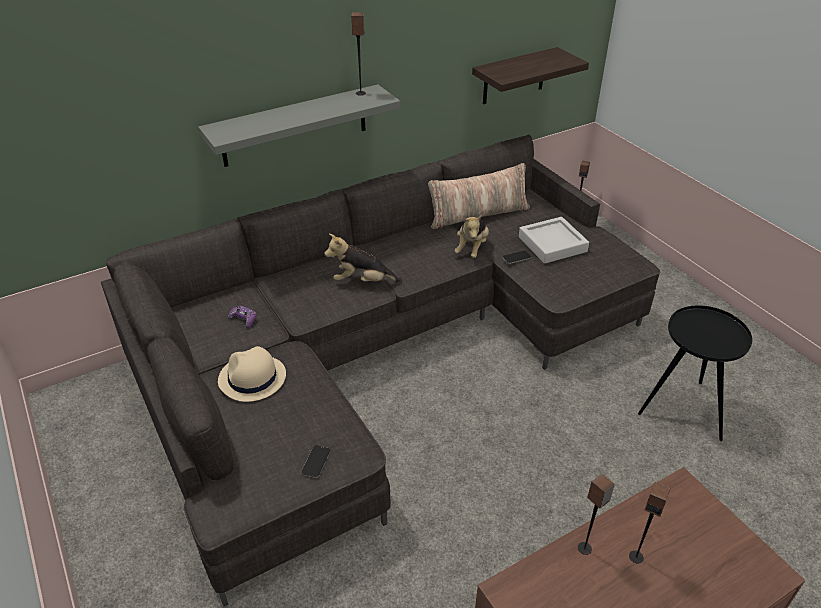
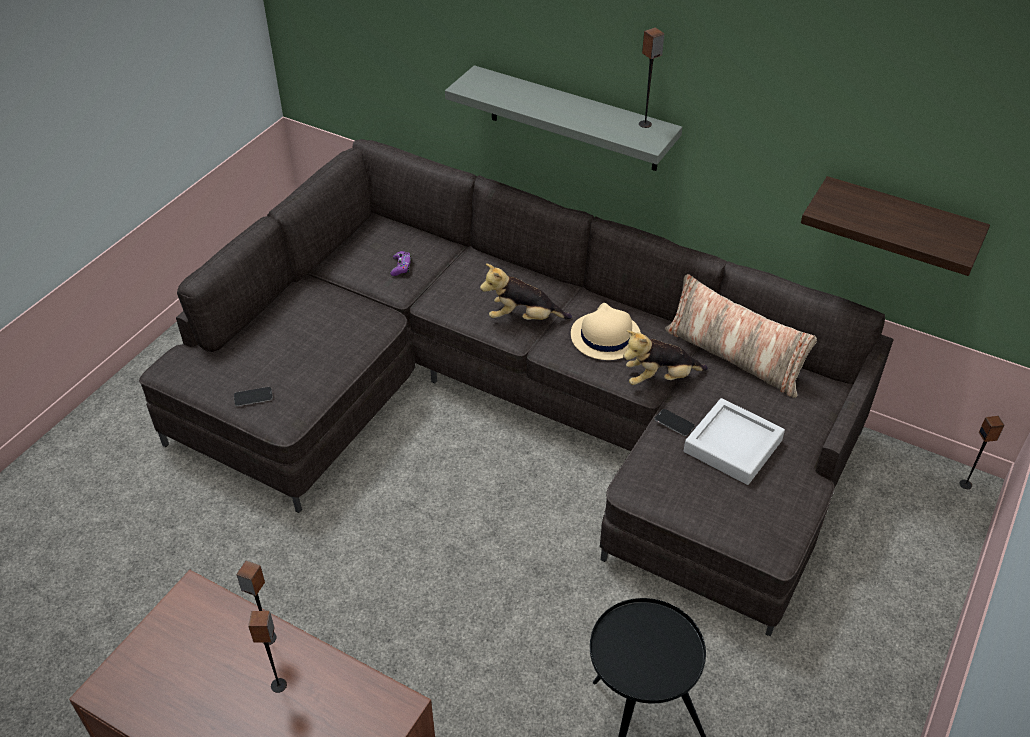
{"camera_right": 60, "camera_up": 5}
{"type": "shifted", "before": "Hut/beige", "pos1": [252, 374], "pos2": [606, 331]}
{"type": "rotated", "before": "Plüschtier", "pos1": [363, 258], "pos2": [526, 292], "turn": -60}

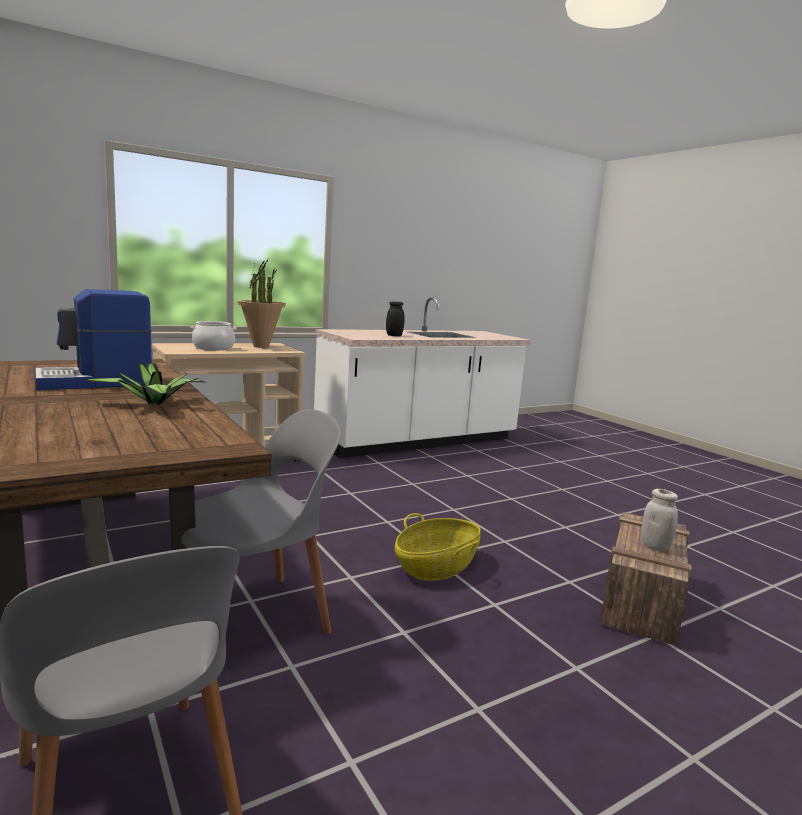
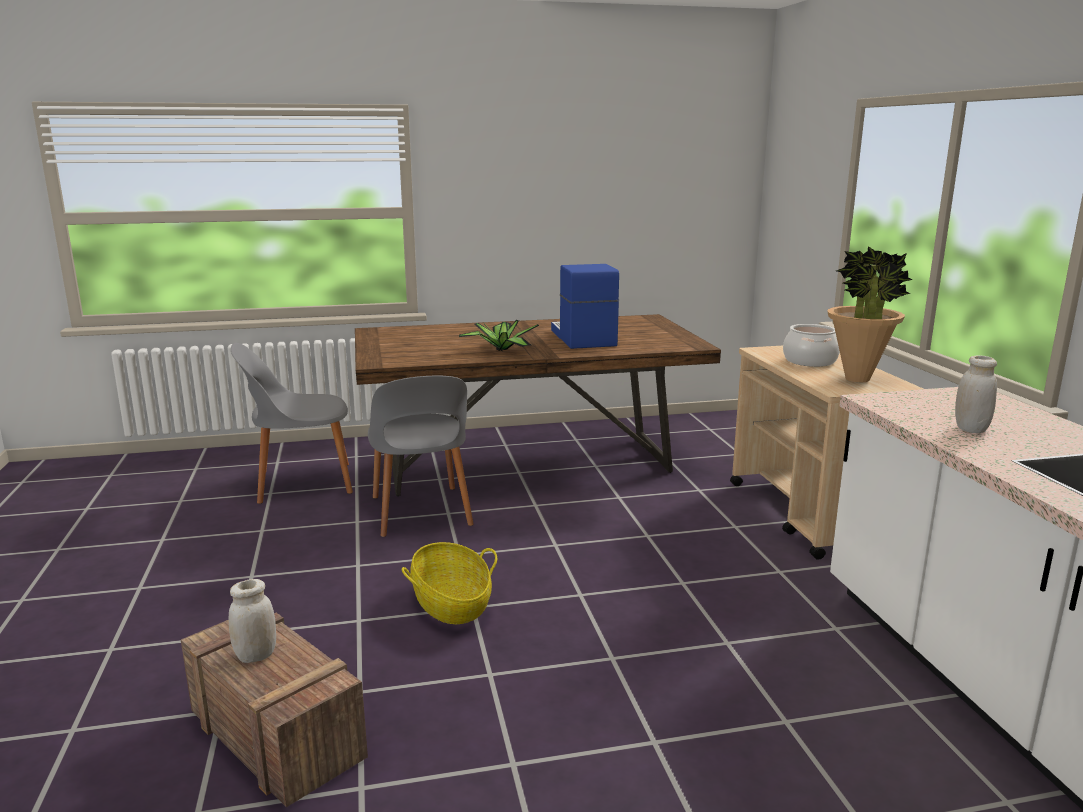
{"camera_right": 110, "camera_up": 5}
{"type": "repainted", "before": "Vorratsglas/schwarz", "after": "Vorratsglas/weiß", "pos1": [395, 319], "pos2": [976, 394]}

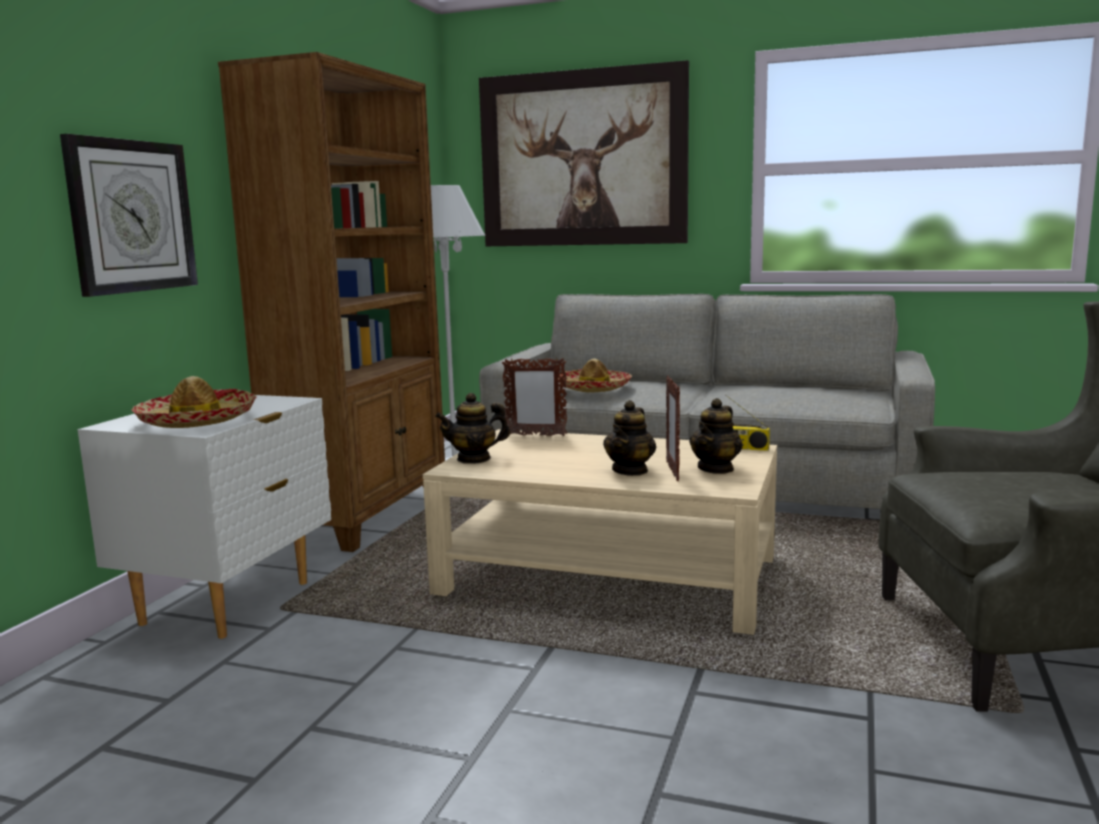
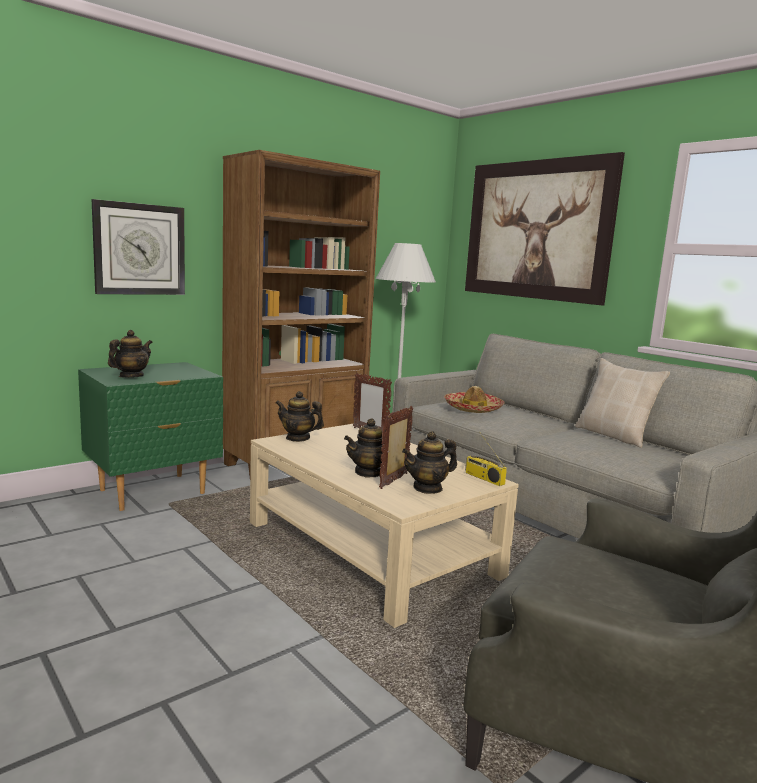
{"camera_right": 30, "camera_up": 0}
{"type": "new", "after": "Kissen/beige", "pos2": [622, 403]}
{"type": "swapped", "before": "Hut", "after": "Teekanne", "pos1": [194, 402], "pos2": [130, 354]}
{"type": "repainted", "before": "Nachttisch/weiß", "after": "Nachttisch/grün", "pos1": [204, 517], "pos2": [150, 436]}

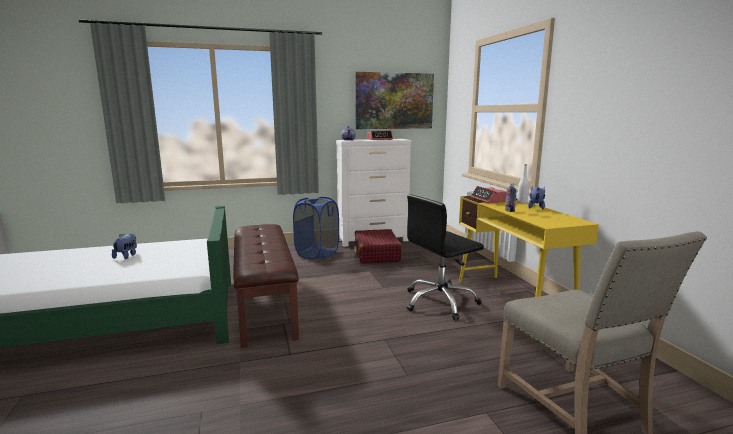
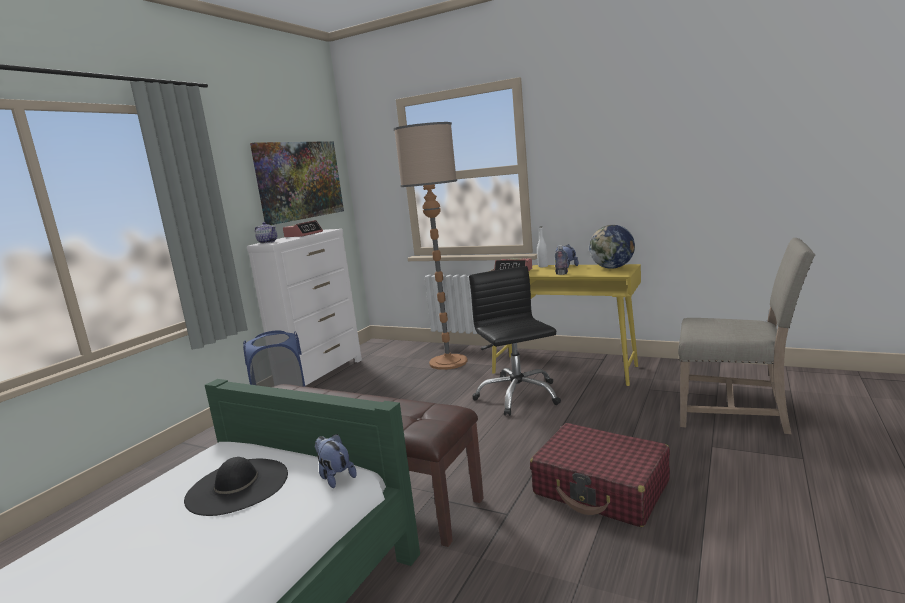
{"camera_right": -45, "camera_up": 0}
{"type": "new", "after": "Hut/schwarz", "pos2": [236, 486]}
{"type": "new", "after": "Stehlampe", "pos2": [431, 246]}
{"type": "new", "after": "Globus", "pos2": [612, 247]}
{"type": "shifted", "before": "Plüschtier", "pos1": [124, 246], "pos2": [336, 461]}
{"type": "shifted", "before": "Koffer/rot", "pos1": [378, 246], "pos2": [600, 475]}
{"type": "rotated", "before": "Bürostuhl/schwarz", "pos1": [445, 257], "pos2": [515, 341], "turn": 150}

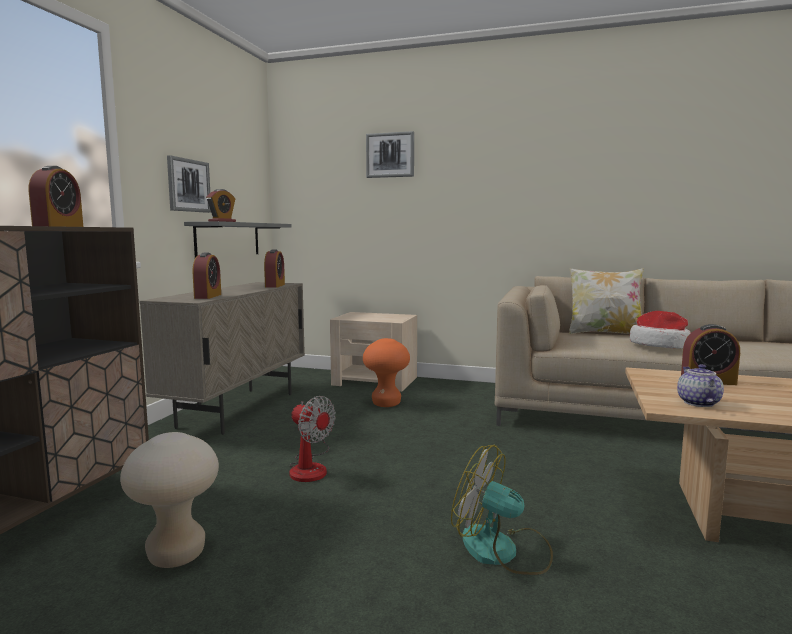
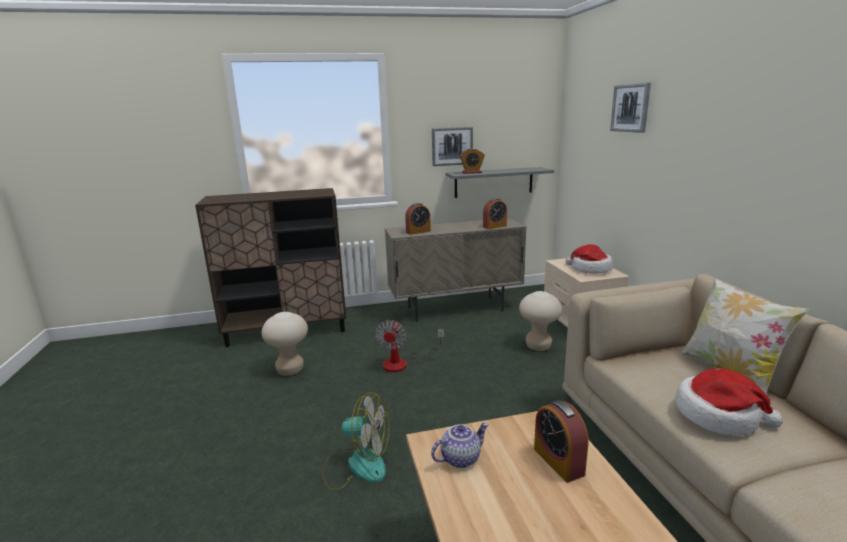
{"camera_right": 60, "camera_up": 10}
{"type": "gone", "before": "Wecker", "pos1": [56, 196]}
{"type": "new", "after": "Hut", "pos2": [589, 259]}
{"type": "repainted", "before": "Hocker/orange", "after": "Hocker/beige", "pos1": [386, 372], "pos2": [540, 321]}
{"type": "rotated", "before": "Ventilator", "pos1": [502, 510], "pos2": [356, 441], "turn": 105}

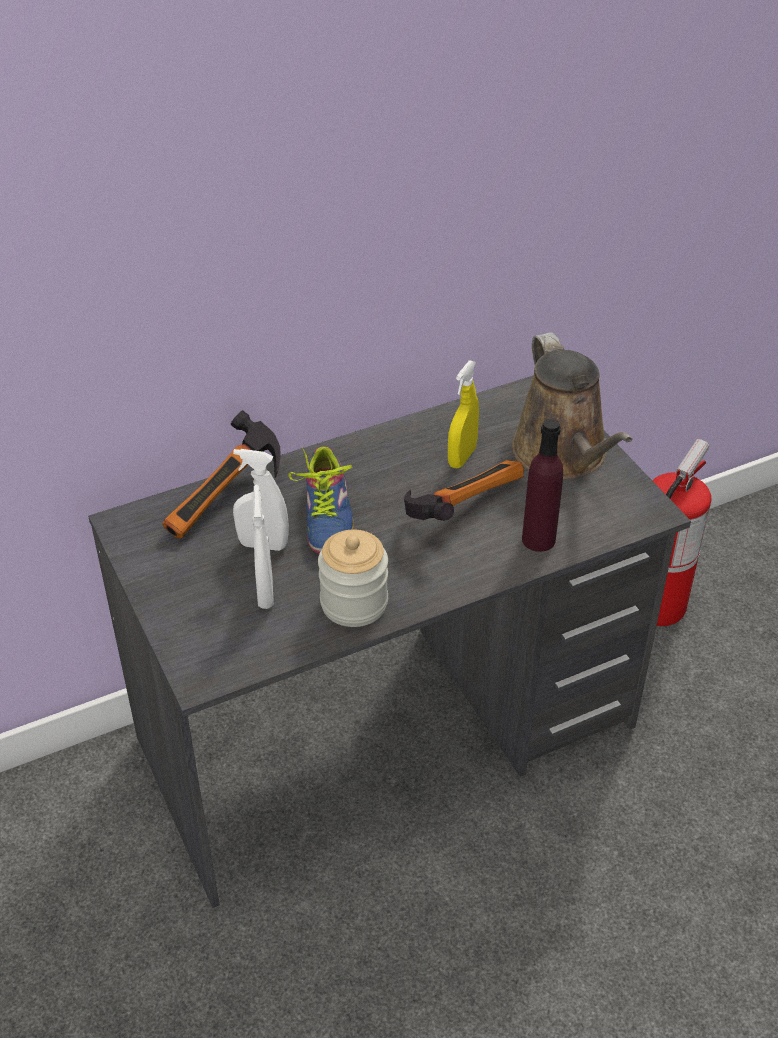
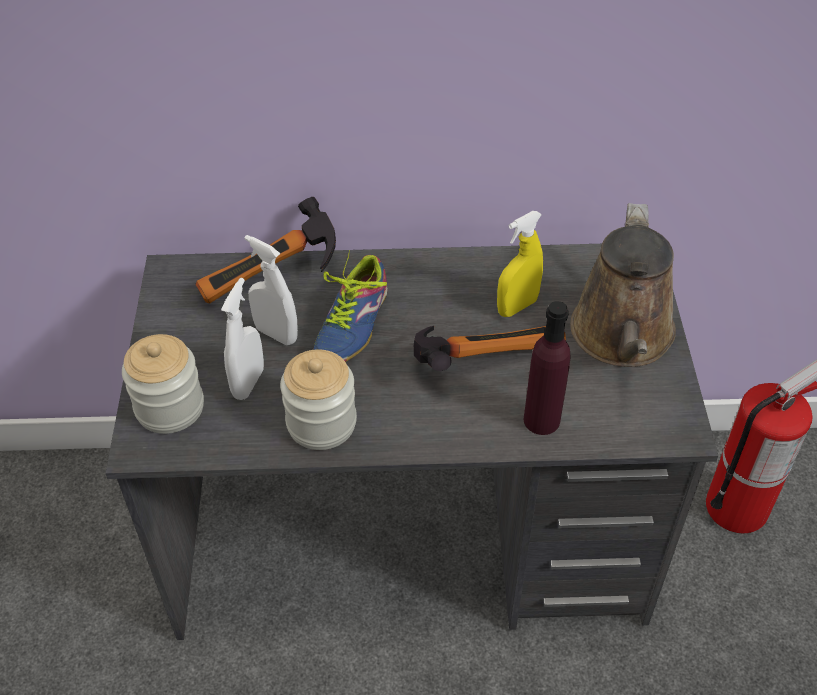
{"camera_right": 25, "camera_up": 5}
{"type": "new", "after": "Vorratsglas", "pos2": [163, 384]}

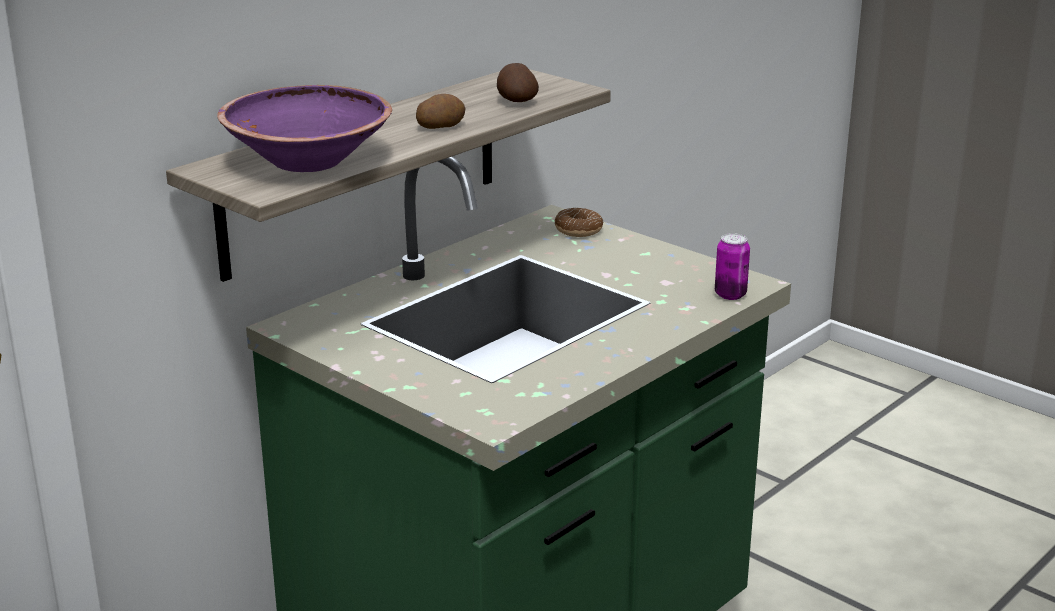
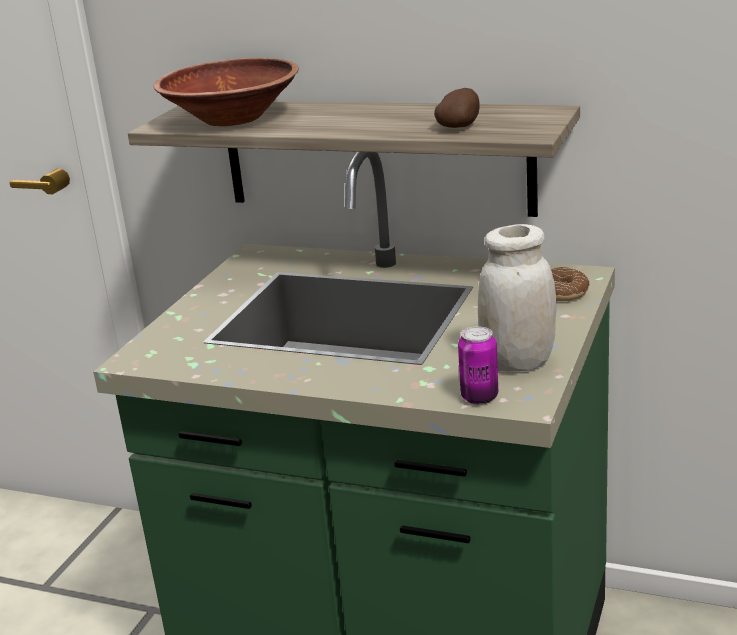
{"camera_right": 70, "camera_up": 0}
{"type": "gone", "before": "Kartoffel", "pos1": [441, 111]}
{"type": "new", "after": "Vorratsglas/weiß", "pos2": [517, 298]}
{"type": "repainted", "before": "Schüssel/lila", "after": "Schüssel/braun", "pos1": [304, 128], "pos2": [226, 92]}

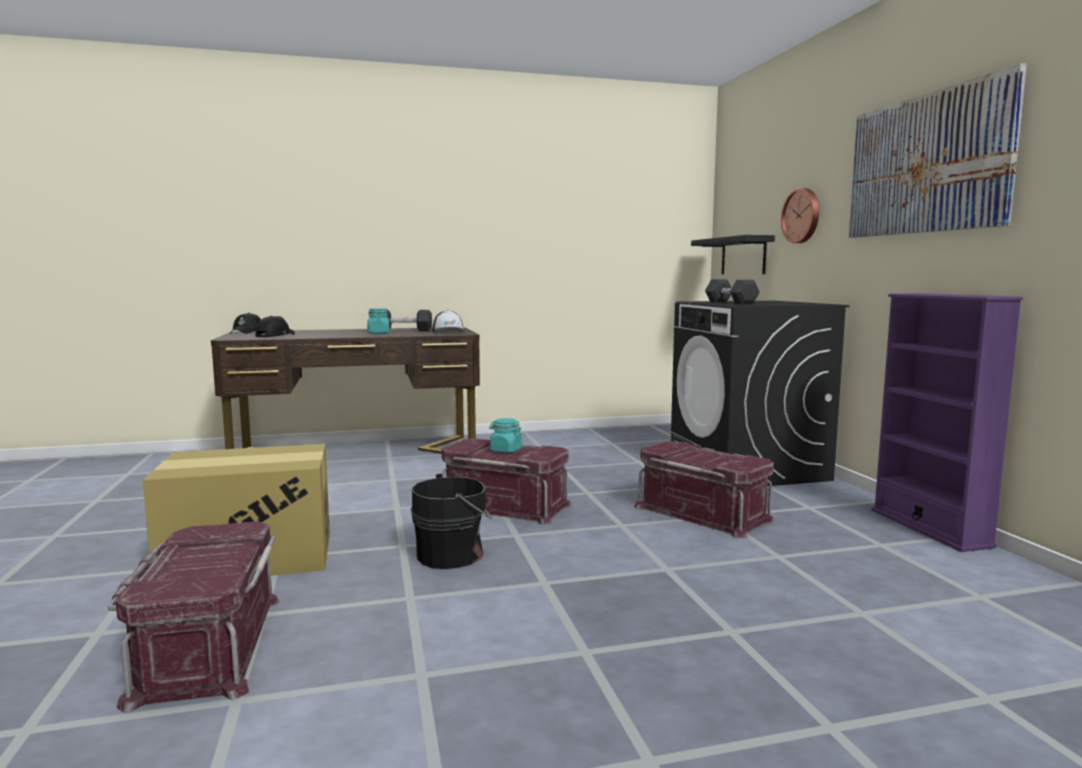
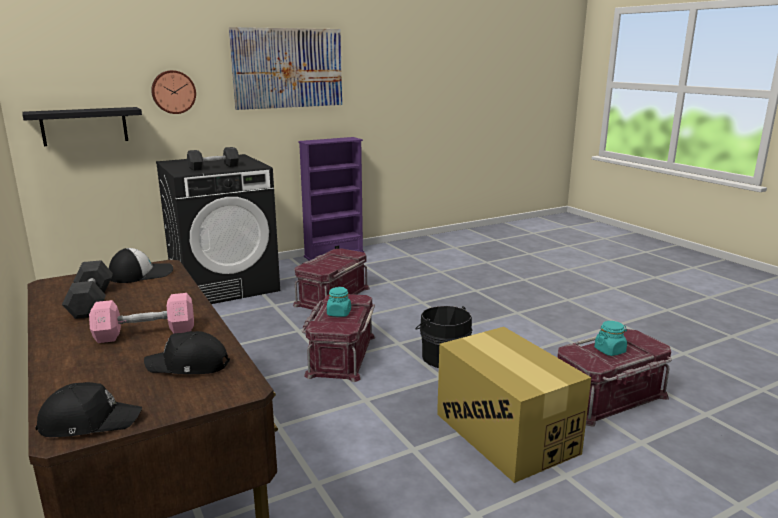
{"camera_right": -105, "camera_up": 10}
{"type": "new", "after": "Hantel/rosa", "pos2": [141, 318]}
{"type": "shifted", "before": "Vorratsglas/türkis", "pos1": [378, 321], "pos2": [610, 338]}

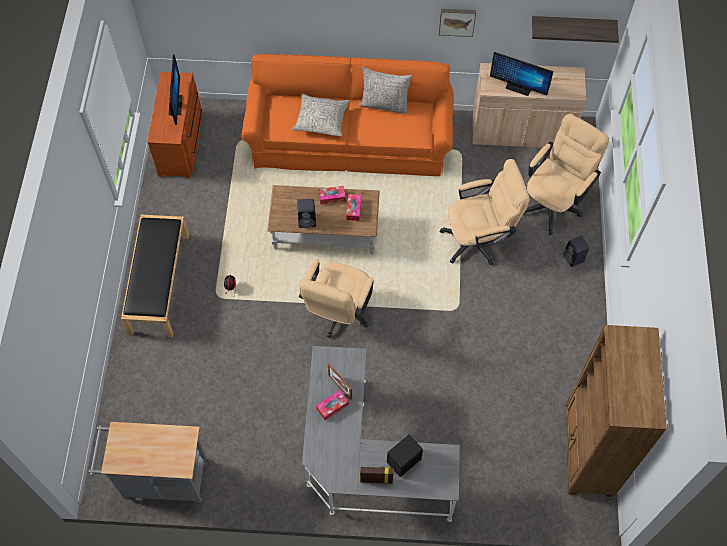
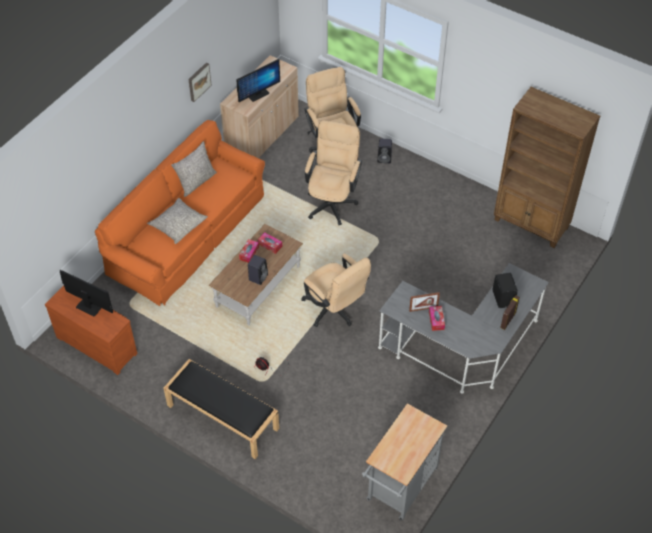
{"camera_right": -60, "camera_up": -10}
{"type": "gone", "before": "Wandregal", "pos1": [575, 29]}

